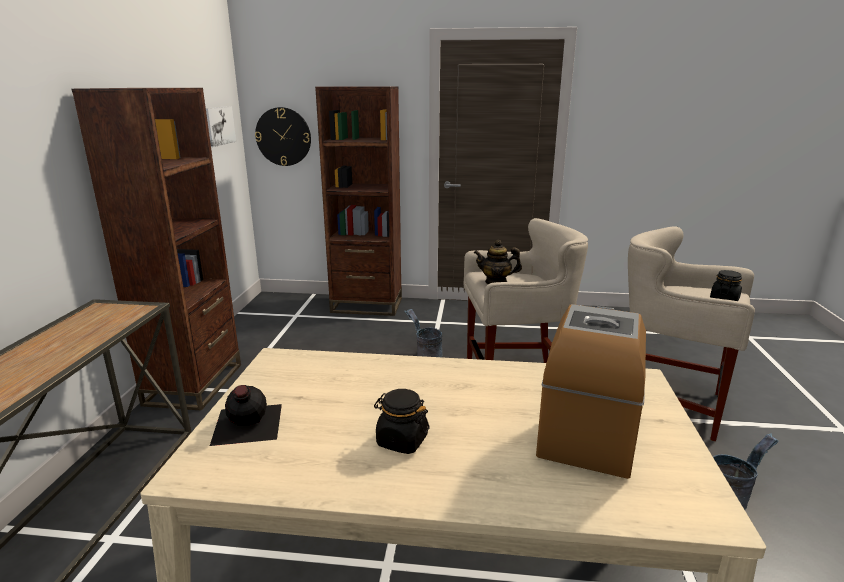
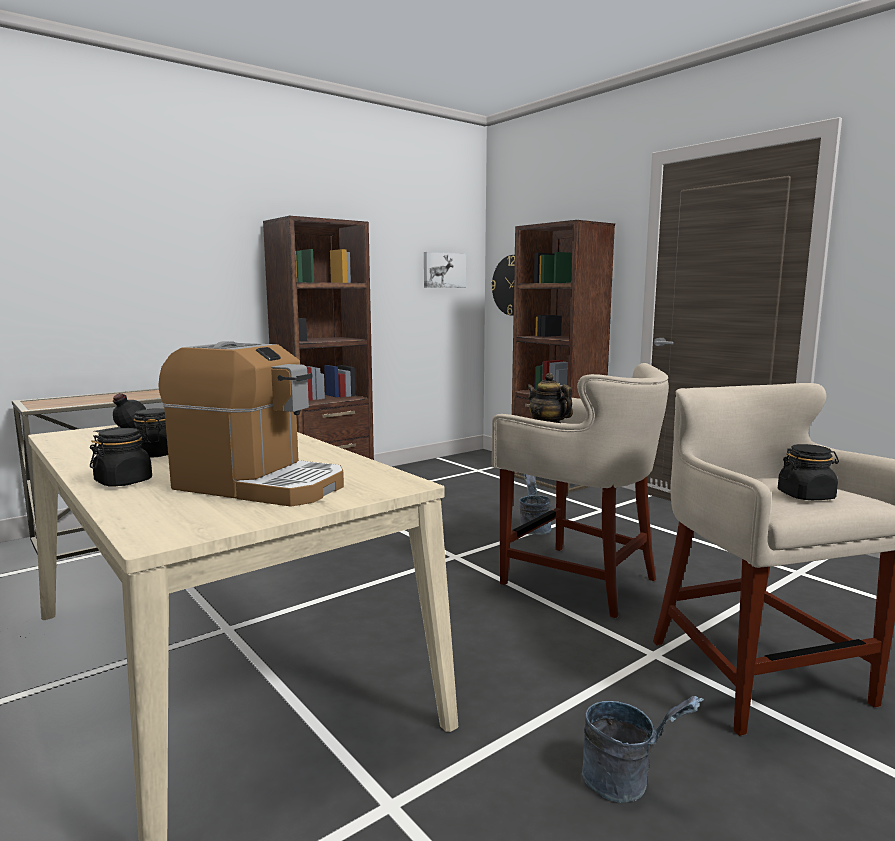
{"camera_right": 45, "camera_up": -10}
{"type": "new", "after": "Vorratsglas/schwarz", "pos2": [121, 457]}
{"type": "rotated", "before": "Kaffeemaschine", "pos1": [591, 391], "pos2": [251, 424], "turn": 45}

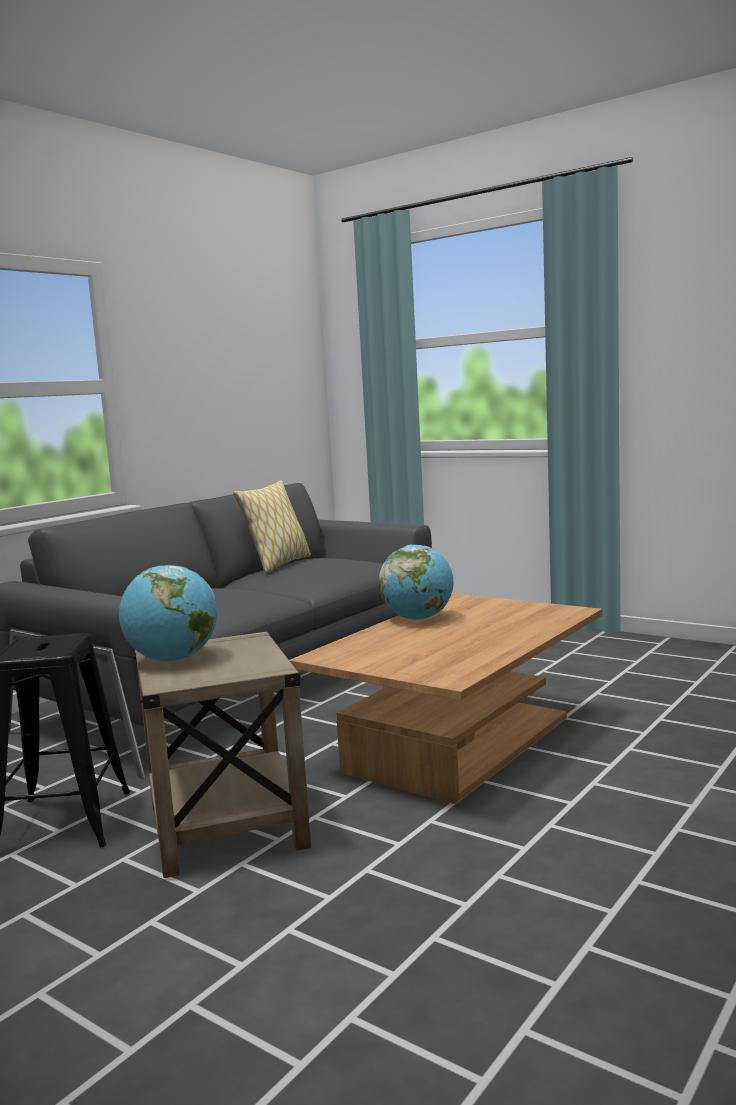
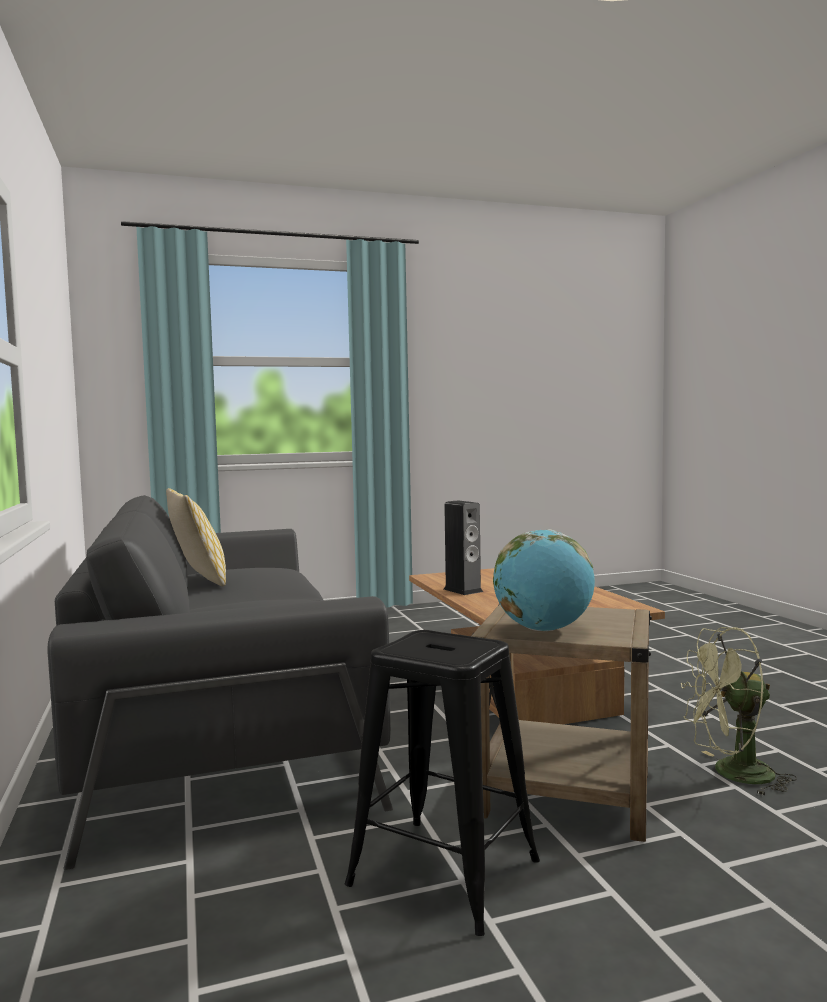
{"camera_right": -55, "camera_up": -5}
{"type": "new", "after": "Ventilator/grün", "pos2": [739, 711]}
{"type": "swapped", "before": "Globus", "after": "Lautsprecher", "pos1": [416, 582], "pos2": [463, 548]}

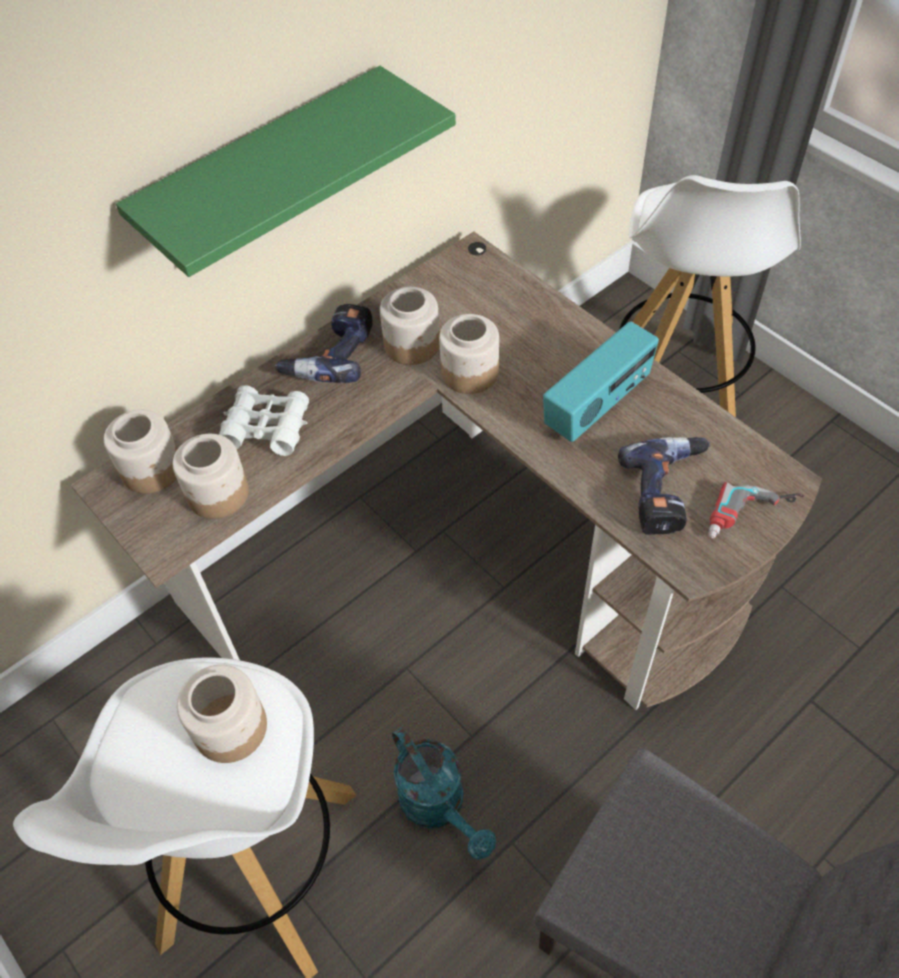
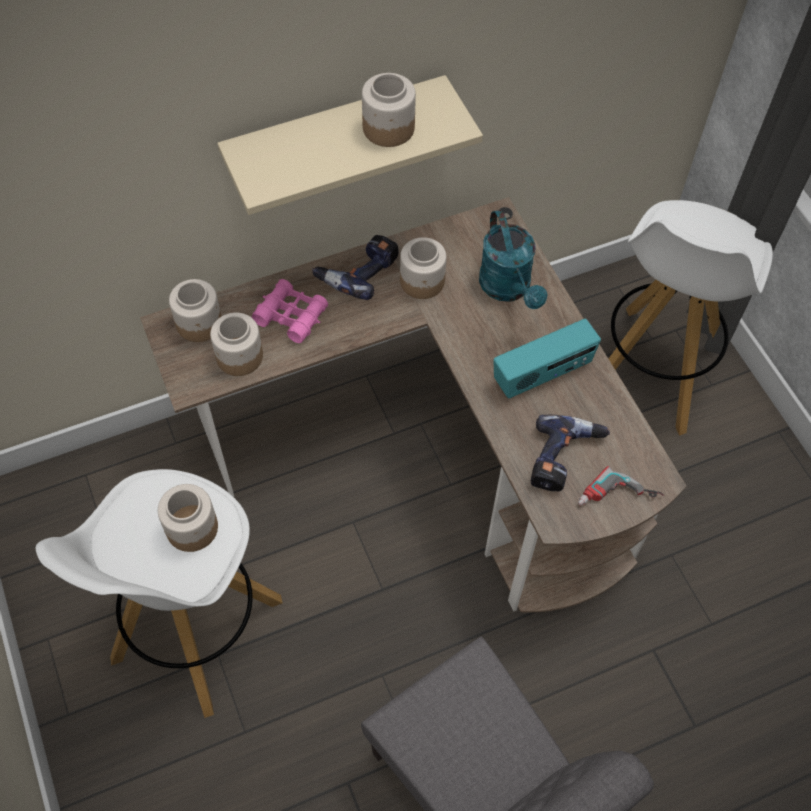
{"camera_right": 15, "camera_up": 5}
{"type": "shifted", "before": "Gießkanne/türkis", "pos1": [444, 793], "pos2": [513, 259]}
{"type": "shifted", "before": "Vorratsglas", "pos1": [469, 354], "pos2": [389, 110]}
{"type": "repainted", "before": "Wandregal/grün", "after": "Wandregal/beige", "pos1": [286, 171], "pos2": [350, 145]}
{"type": "repainted", "before": "Fernglas/weiß", "after": "Fernglas/rosa", "pos1": [264, 420], "pos2": [290, 311]}

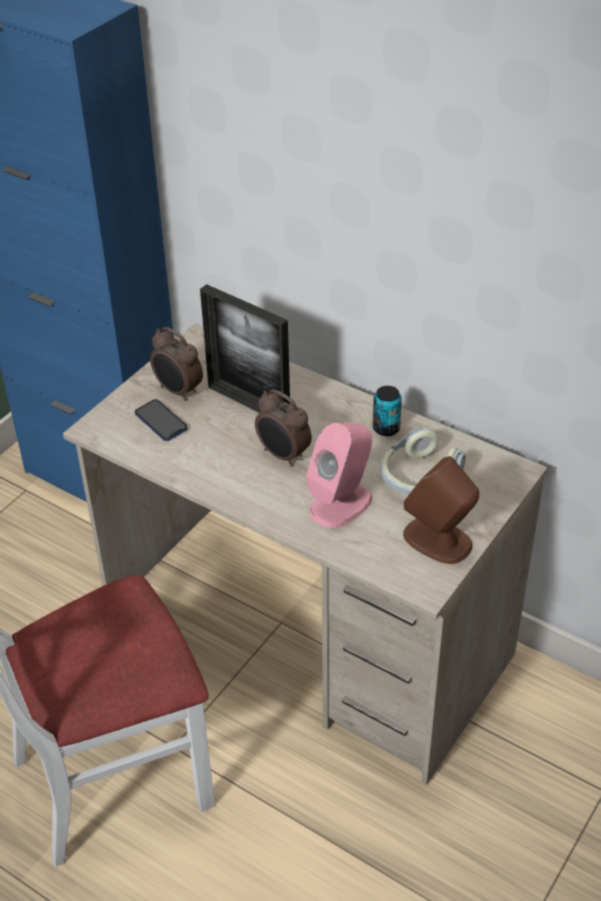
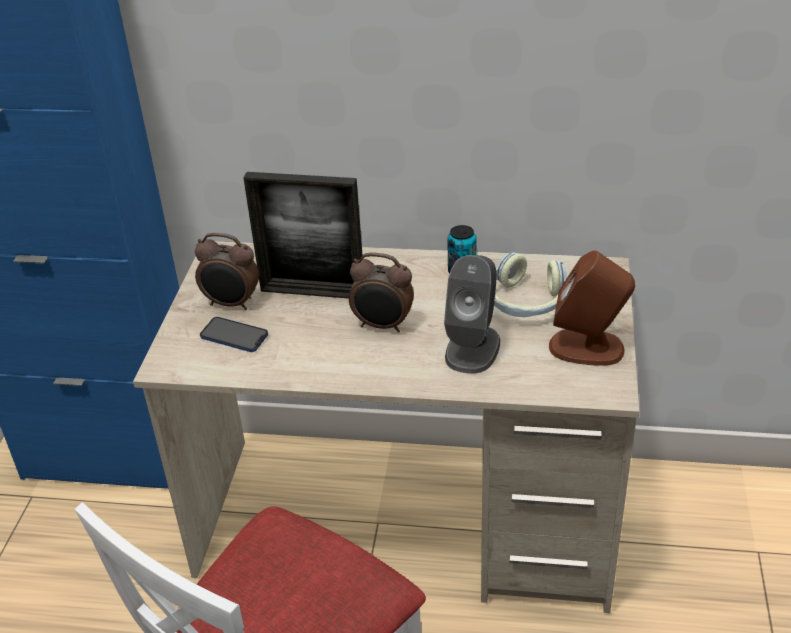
{"camera_right": -25, "camera_up": -5}
{"type": "repainted", "before": "Lautsprecher/rosa", "after": "Lautsprecher/grau", "pos1": [339, 475], "pos2": [472, 314]}

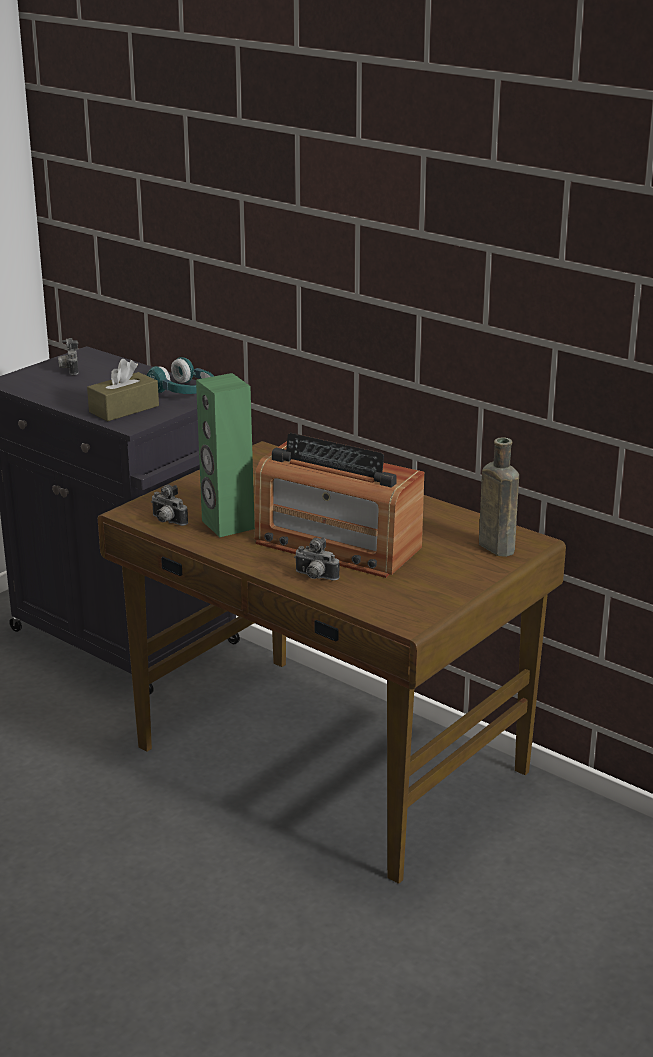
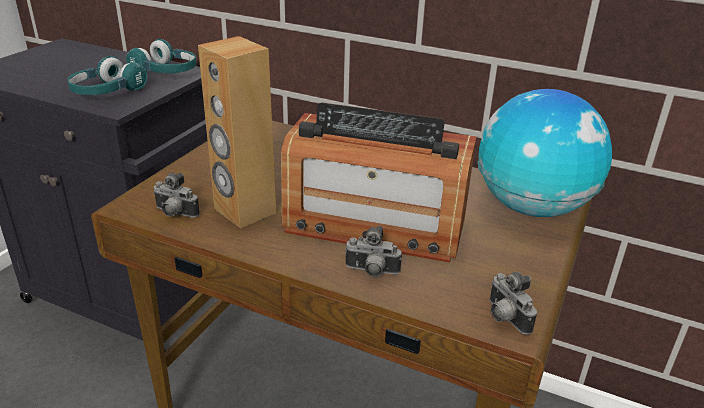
{"camera_right": -15, "camera_up": 5}
{"type": "shifted", "before": "Kamera", "pos1": [68, 356], "pos2": [513, 303]}
{"type": "swapped", "before": "Taschentuchbox/braun", "after": "Kopfhörer/türkis", "pos1": [123, 390], "pos2": [107, 75]}
{"type": "swapped", "before": "Flasche/braun", "after": "Globus", "pos1": [499, 497], "pos2": [545, 153]}
{"type": "repainted", "before": "Lautsprecher/grün", "after": "Lautsprecher/braun", "pos1": [225, 455], "pos2": [237, 132]}

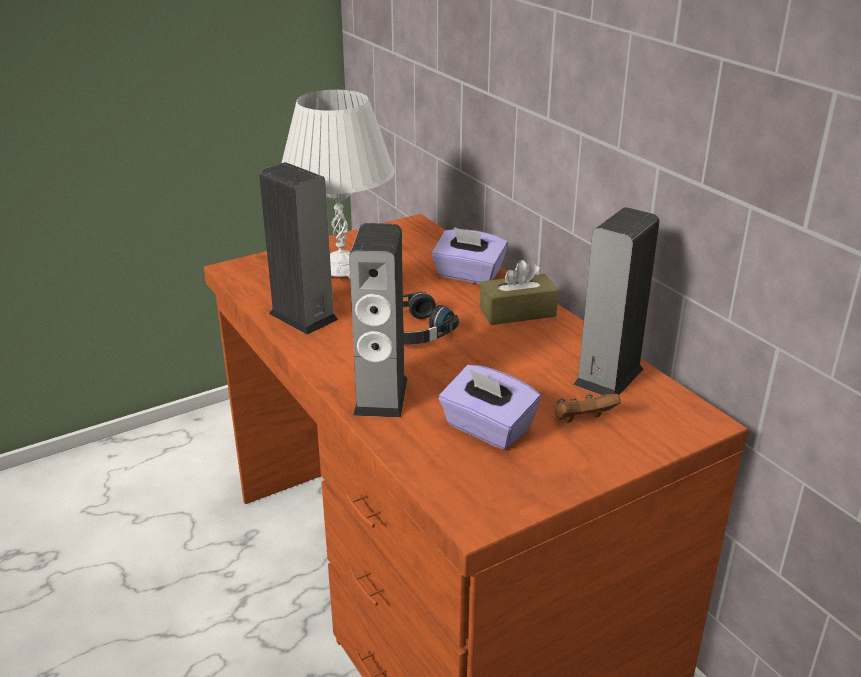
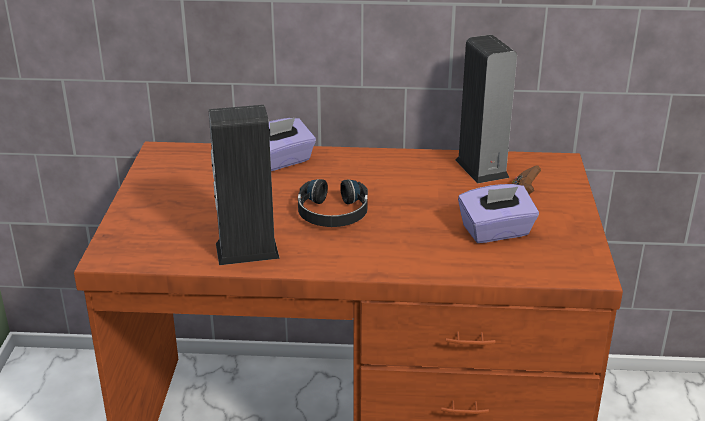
{"camera_right": -55, "camera_up": 0}
{"type": "gone", "before": "Tischlampe/weiß", "pos1": [338, 184]}
{"type": "gone", "before": "Lautsprecher", "pos1": [378, 320]}
{"type": "gone", "before": "Taschentuchbox/braun", "pos1": [519, 292]}

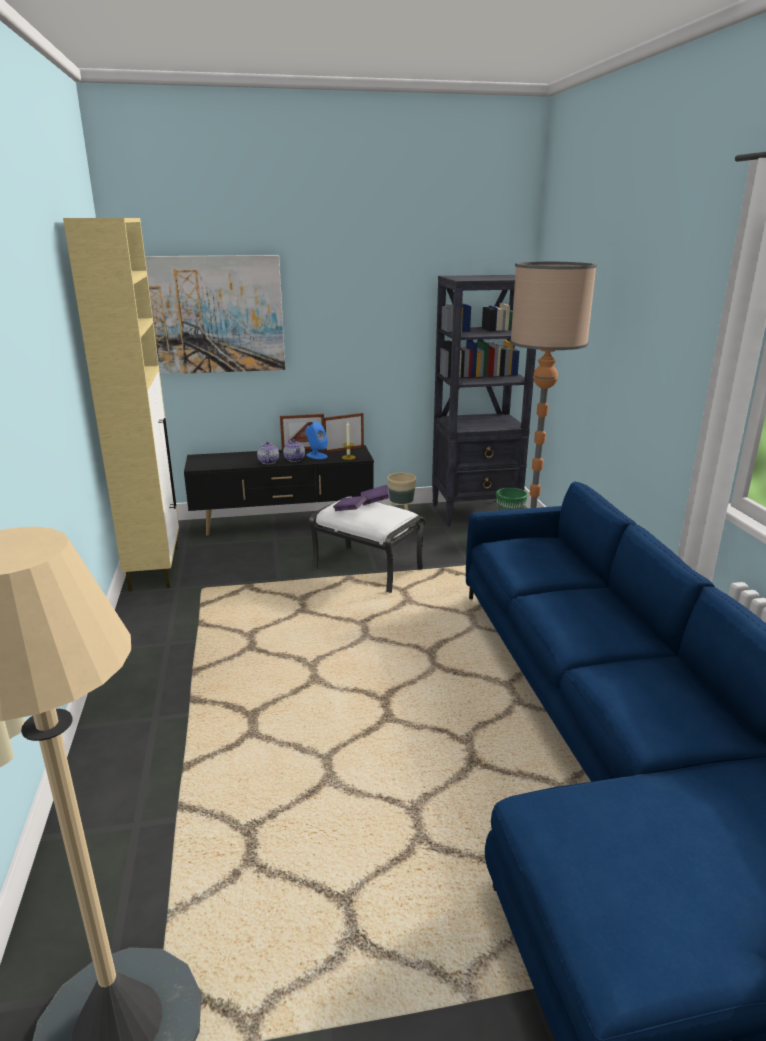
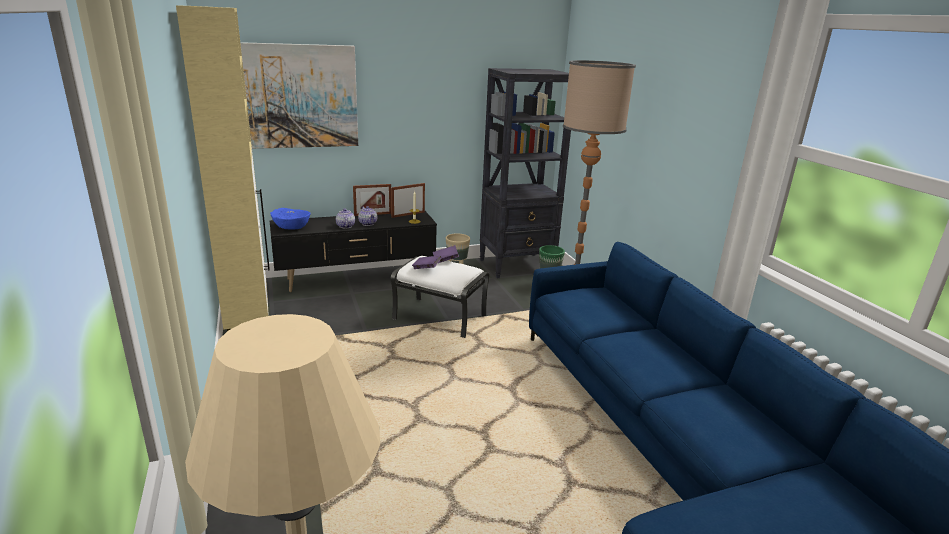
{"camera_right": -10, "camera_up": 0}
{"type": "gone", "before": "Lautsprecher/blau", "pos1": [317, 440]}
{"type": "new", "after": "Schüssel/blau", "pos2": [290, 219]}

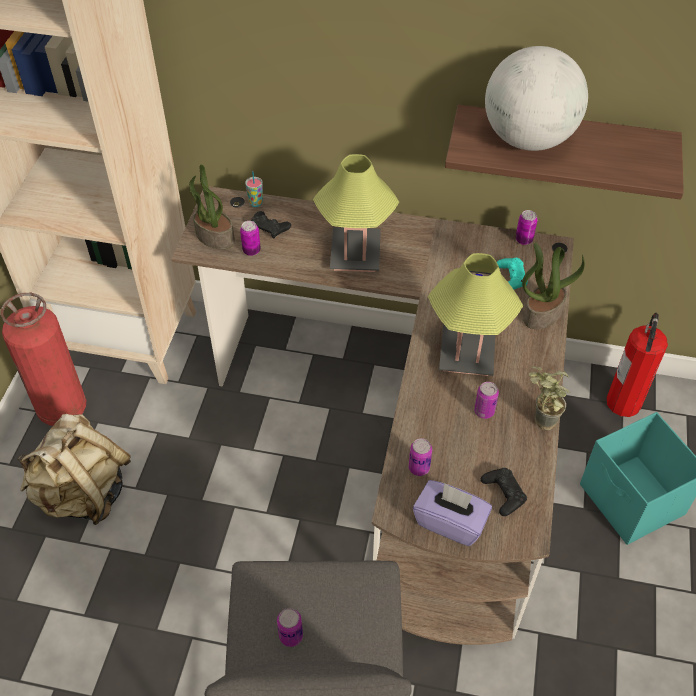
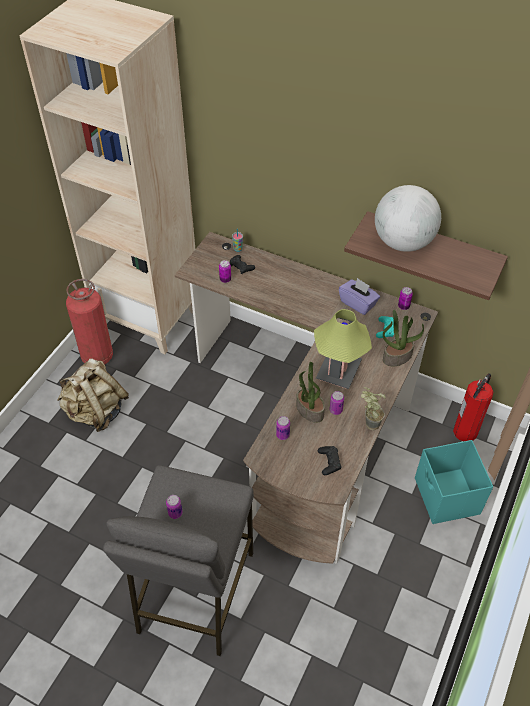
{"camera_right": 15, "camera_up": 0}
{"type": "gone", "before": "Tischlampe", "pos1": [356, 213]}
{"type": "shifted", "before": "Topfpflanze", "pos1": [212, 207], "pos2": [310, 392]}
{"type": "shifted", "before": "Taschentuchbox/lila", "pos1": [452, 513], "pos2": [359, 296]}

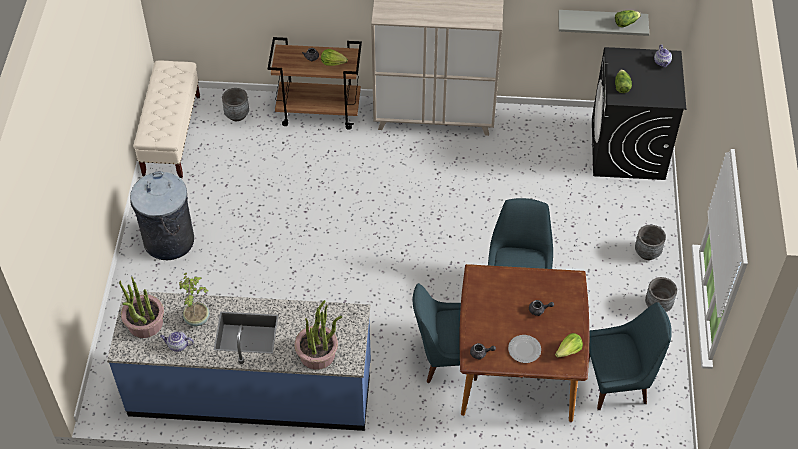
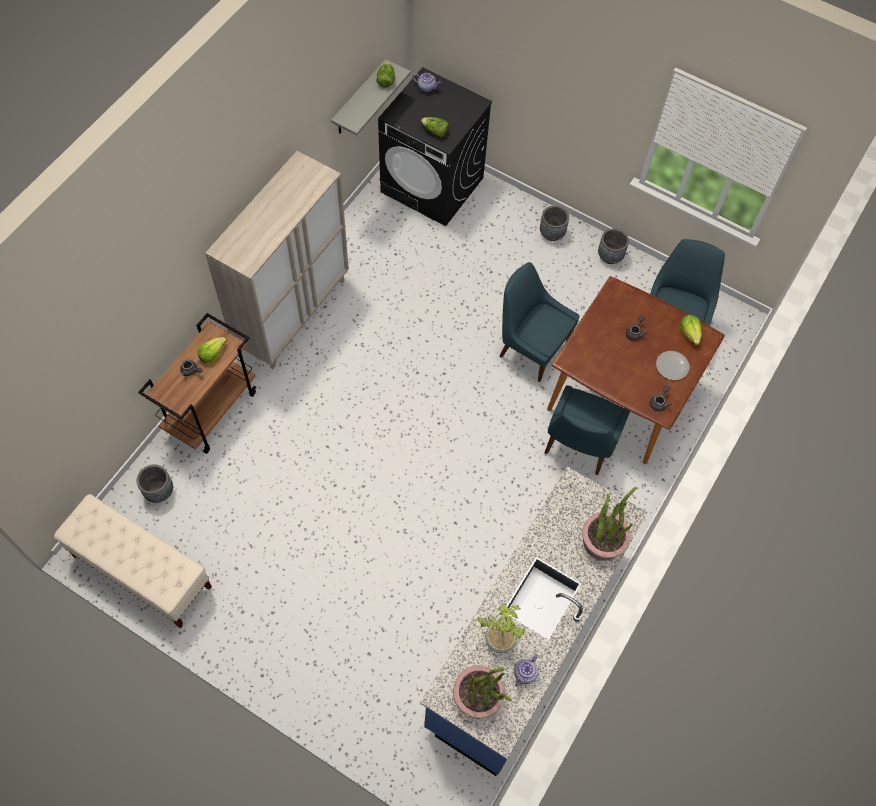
{"camera_right": -65, "camera_up": 10}
{"type": "gone", "before": "Mülleimer/grau", "pos1": [162, 215]}

